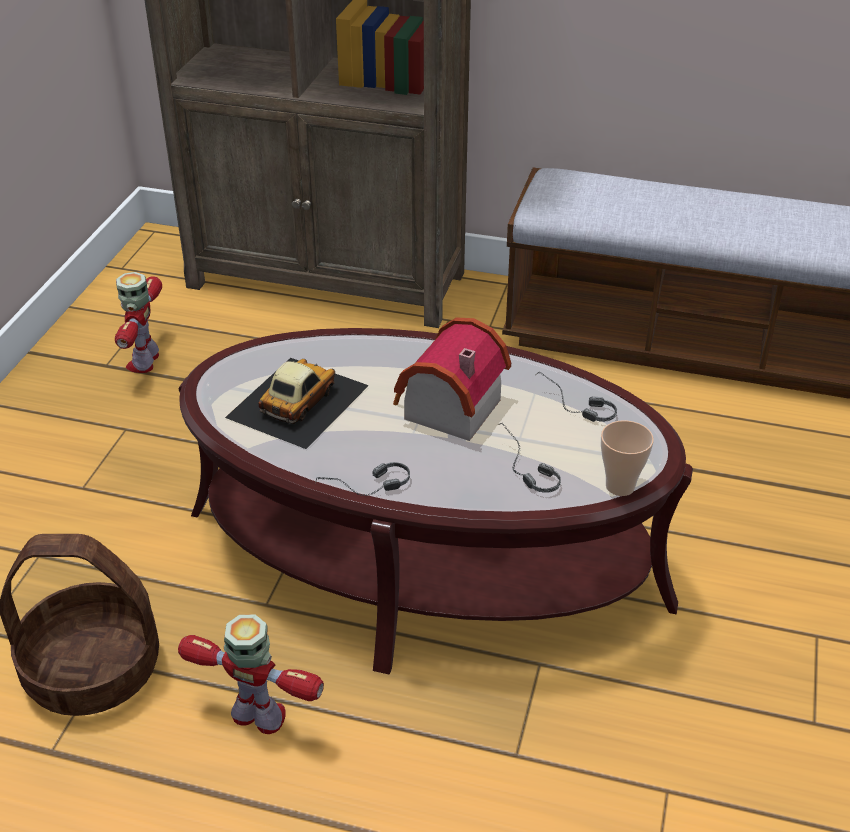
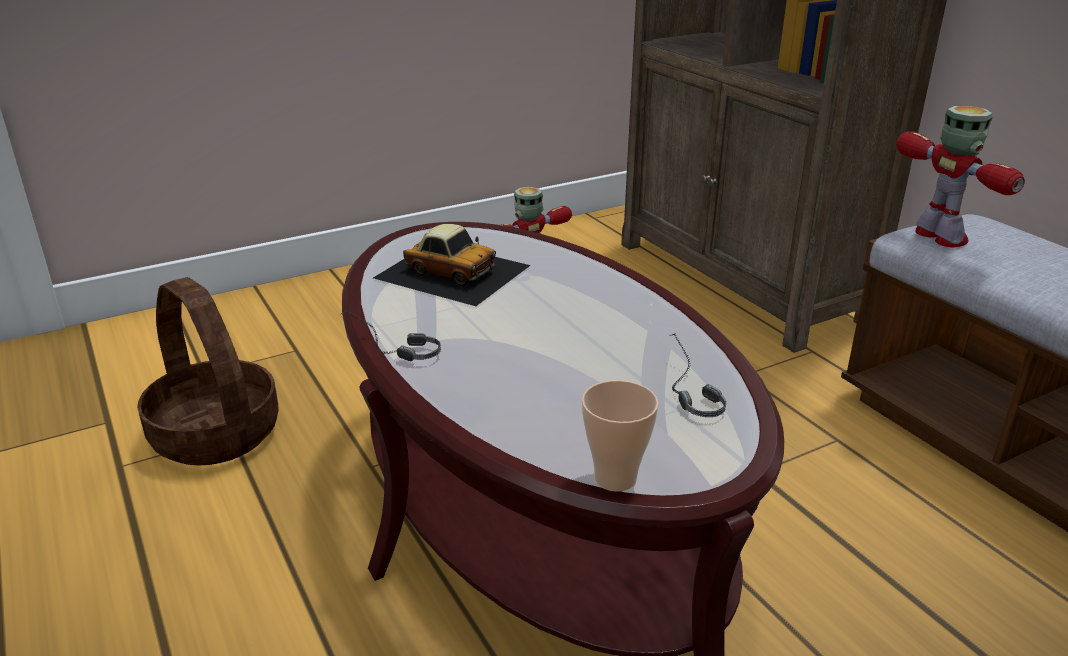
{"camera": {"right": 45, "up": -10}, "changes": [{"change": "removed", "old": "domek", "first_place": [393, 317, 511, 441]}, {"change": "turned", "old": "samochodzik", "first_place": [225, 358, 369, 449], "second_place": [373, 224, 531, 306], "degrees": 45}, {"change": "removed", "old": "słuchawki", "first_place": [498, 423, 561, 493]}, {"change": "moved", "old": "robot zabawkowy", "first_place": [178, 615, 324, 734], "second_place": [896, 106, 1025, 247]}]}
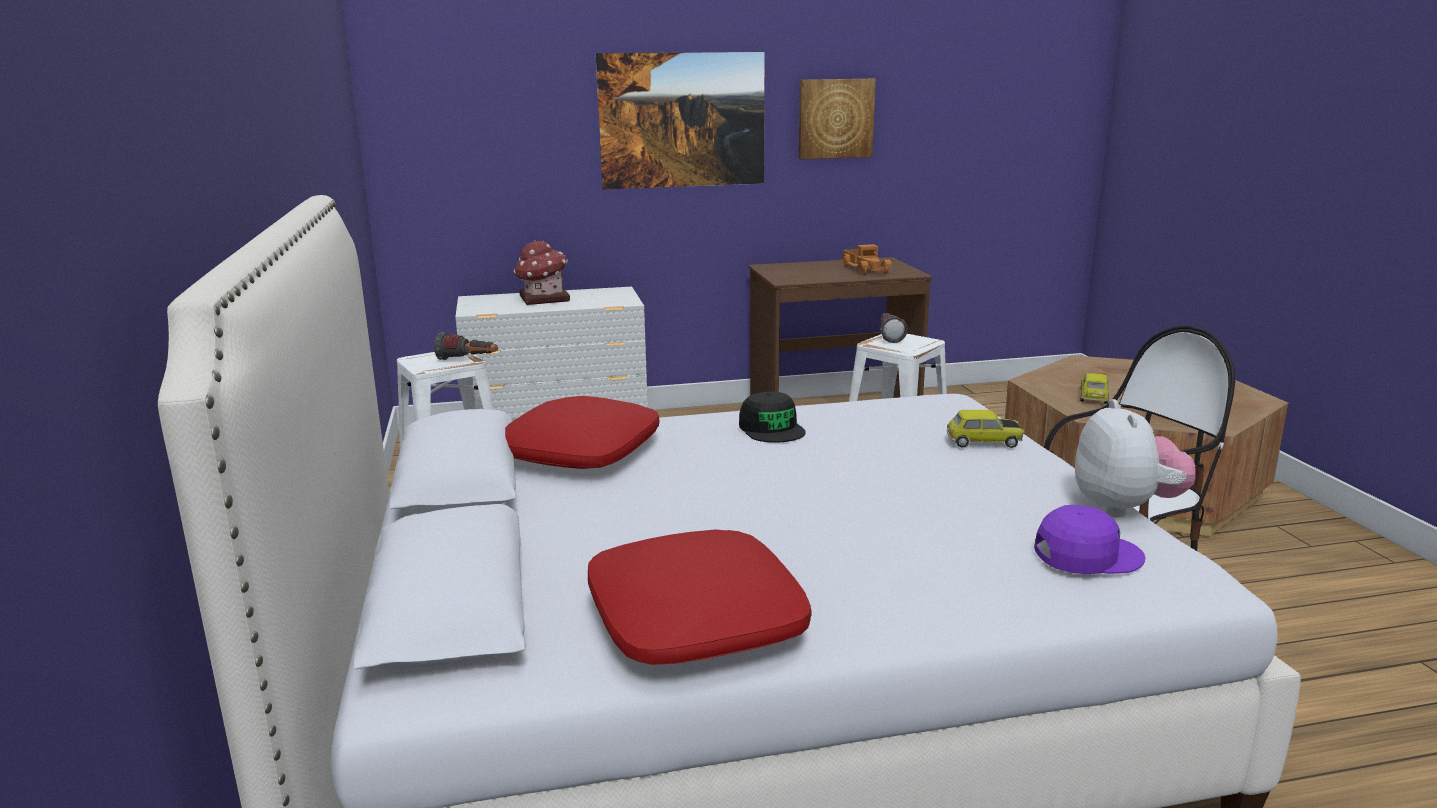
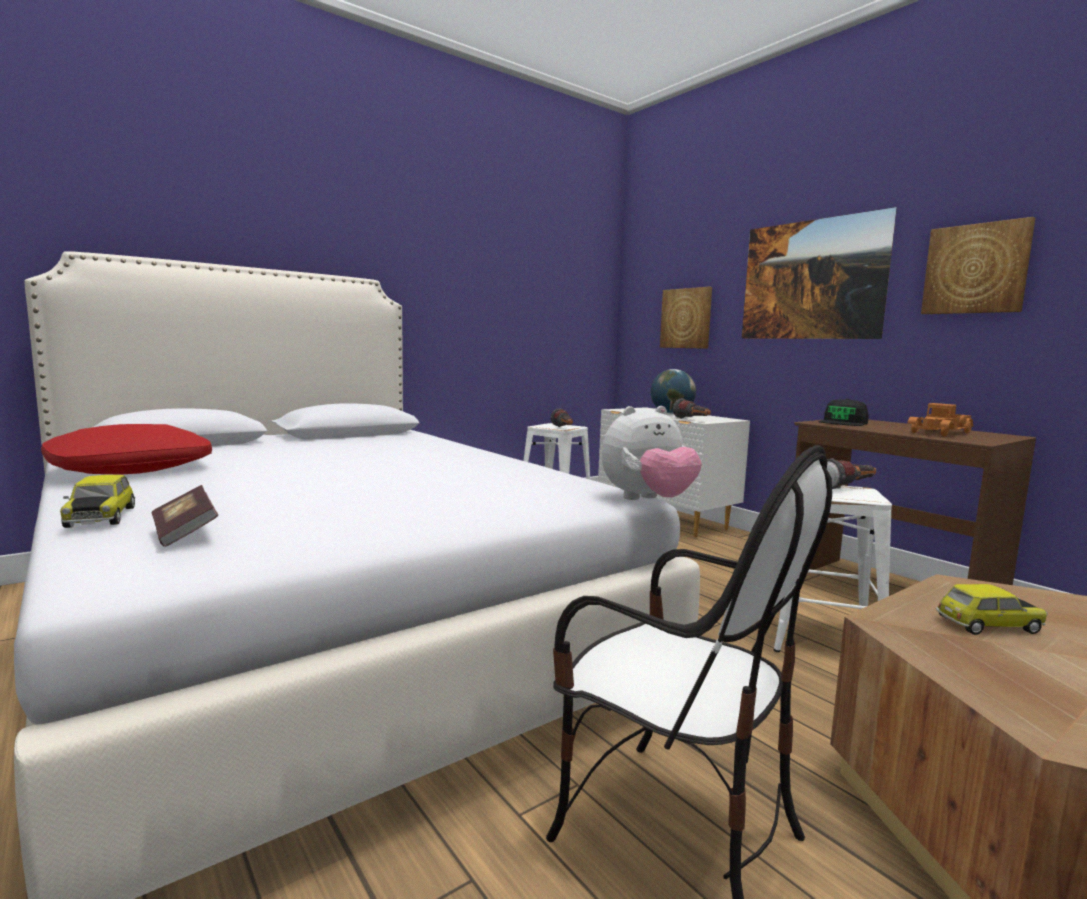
{"camera": {"right": 65, "up": -10}, "changes": [{"change": "replaced", "old": "domek", "new": "globus", "first_place": [513, 240, 570, 305], "second_place": [650, 369, 696, 414]}, {"change": "moved", "old": "czapka z daszkiem (czarny)", "first_place": [739, 392, 806, 443], "second_place": [819, 399, 869, 426]}, {"change": "removed", "old": "poduszka (czerwony)", "first_place": [505, 396, 659, 469]}, {"change": "moved", "old": "pluszak", "first_place": [1075, 399, 1196, 517], "second_place": [602, 406, 702, 500]}, {"change": "moved", "old": "samochodzik", "first_place": [947, 410, 1024, 448], "second_place": [60, 475, 135, 528]}, {"change": "replaced", "old": "czapka z daszkiem (fioletowy)", "new": "książka", "first_place": [1034, 505, 1145, 574], "second_place": [151, 485, 218, 547]}, {"change": "added", "new": "obraz", "second_place": [660, 287, 712, 349]}, {"change": "added", "new": "latarka", "second_place": [673, 398, 711, 419]}]}
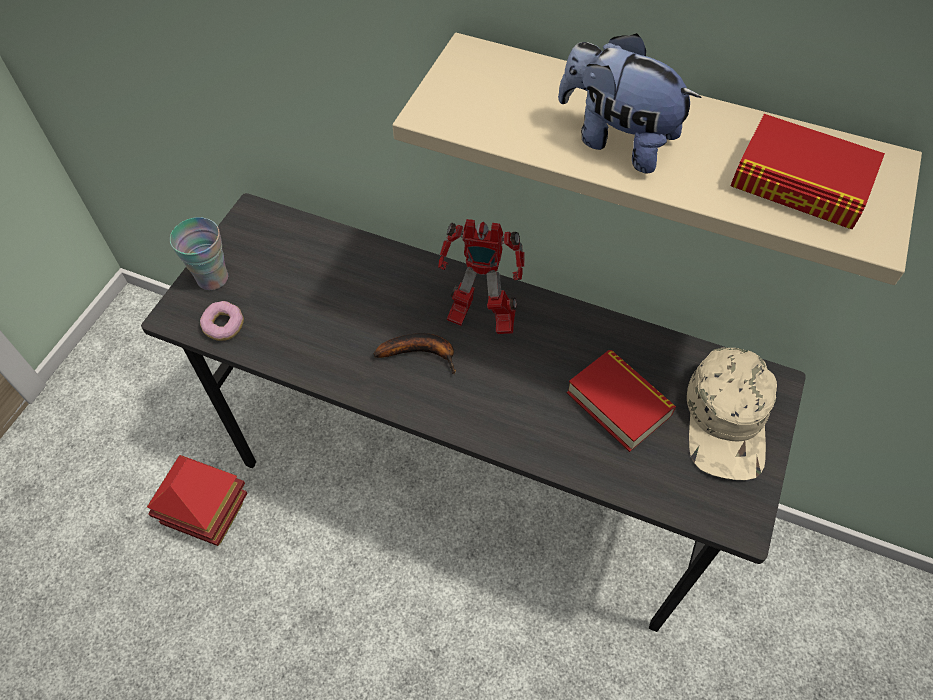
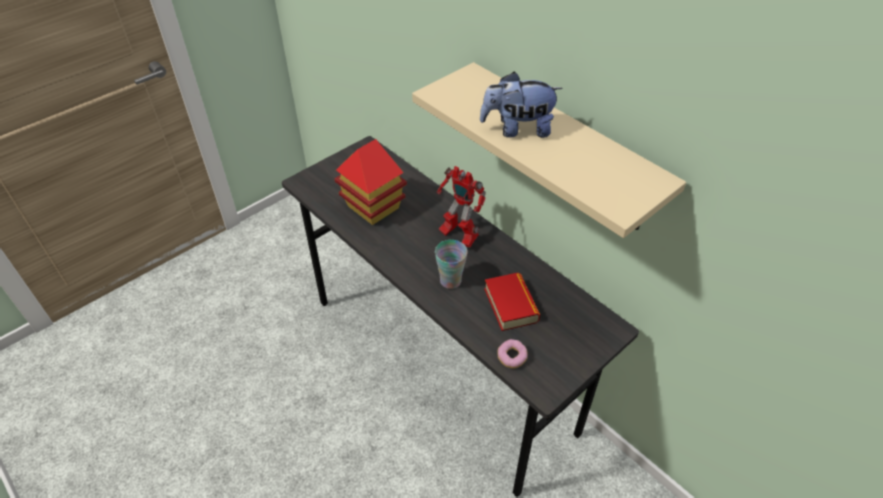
{"camera": {"right": 25, "up": -10}, "changes": [{"change": "turned", "old": "pluszak", "first_place": [558, 33, 701, 174], "second_place": [480, 72, 563, 138], "degrees": -60}, {"change": "removed", "old": "książka", "first_place": [730, 114, 885, 229]}, {"change": "moved", "old": "filiżanka", "first_place": [170, 217, 228, 290], "second_place": [435, 240, 468, 289]}, {"change": "moved", "old": "donut", "first_place": [200, 301, 244, 341], "second_place": [497, 339, 528, 368]}, {"change": "removed", "old": "banan", "first_place": [374, 333, 456, 374]}, {"change": "removed", "old": "czapka z daszkiem (beżowy)", "first_place": [687, 348, 777, 480]}, {"change": "moved", "old": "domek", "first_place": [147, 455, 247, 546], "second_place": [334, 139, 407, 225]}]}
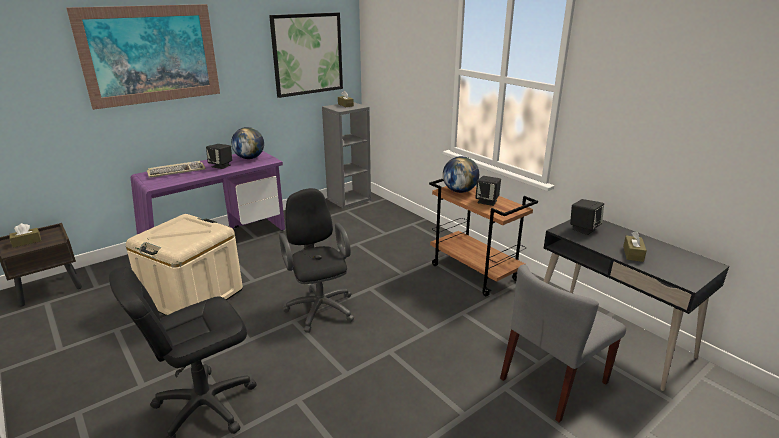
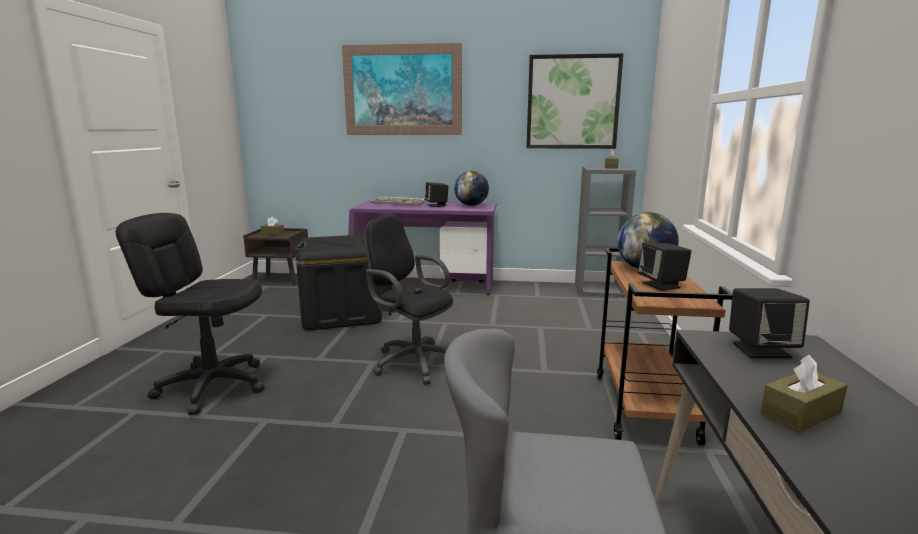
{"camera": {"right": 45, "up": -10}, "changes": [{"change": "turned", "old": "krzesło biurowe (czarny)", "first_place": [279, 188, 354, 333], "second_place": [365, 214, 453, 385], "degrees": -75}, {"change": "recoloured", "old": "pojemnik do przechowywania (beżowy)", "new": "pojemnik do przechowywania (czarny)", "first_place": [126, 214, 243, 315], "second_place": [295, 234, 382, 330]}]}
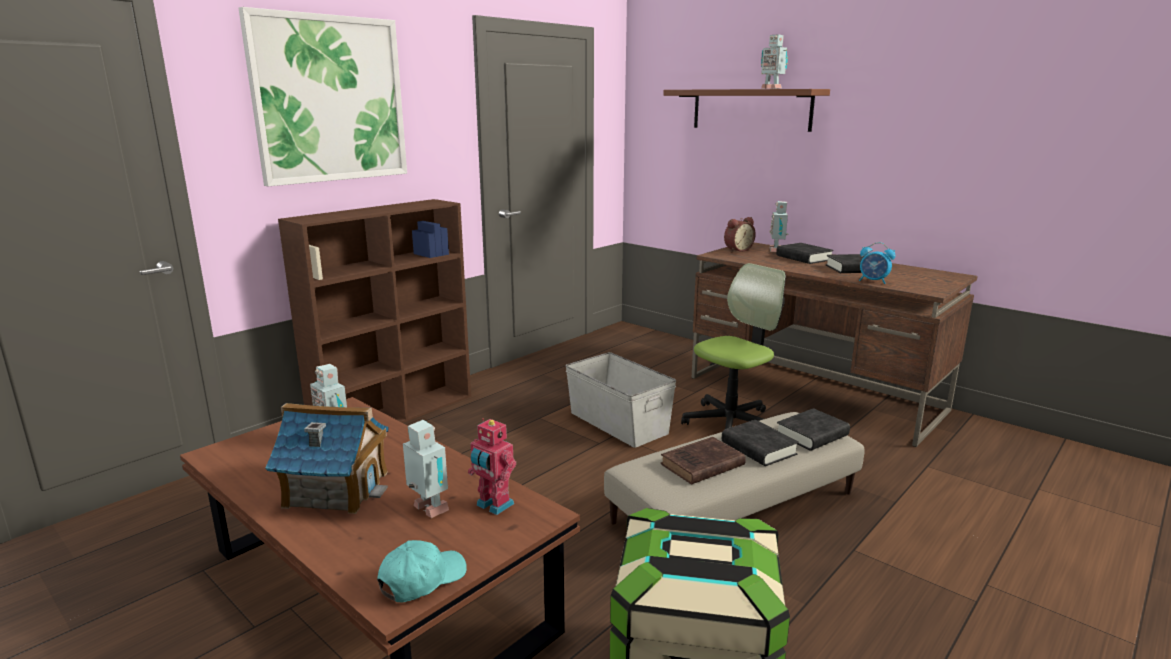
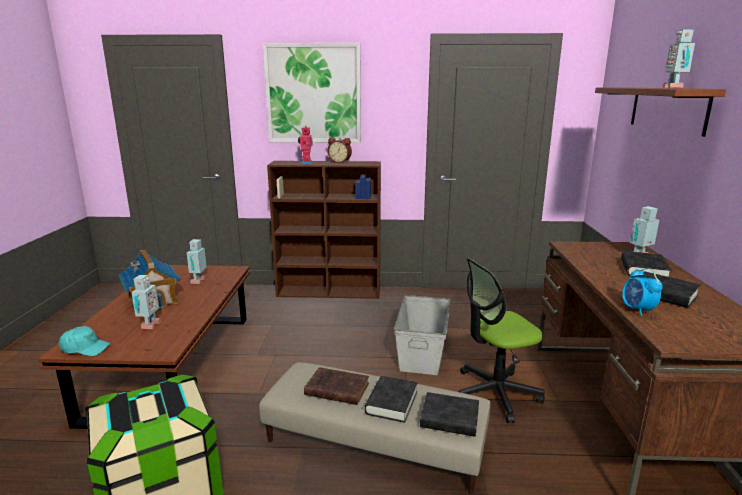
{"camera": {"right": 50, "up": 0}, "changes": [{"change": "moved", "old": "budzik", "first_place": [724, 217, 756, 252], "second_place": [327, 137, 352, 163]}, {"change": "turned", "old": "krzesło biurowe", "first_place": [681, 263, 786, 429], "second_place": [458, 258, 545, 423], "degrees": 150}, {"change": "moved", "old": "robot zabawkowy", "first_place": [468, 418, 516, 515], "second_place": [298, 125, 313, 164]}]}
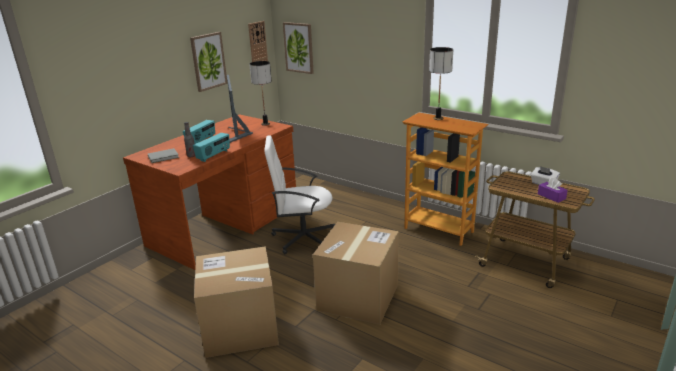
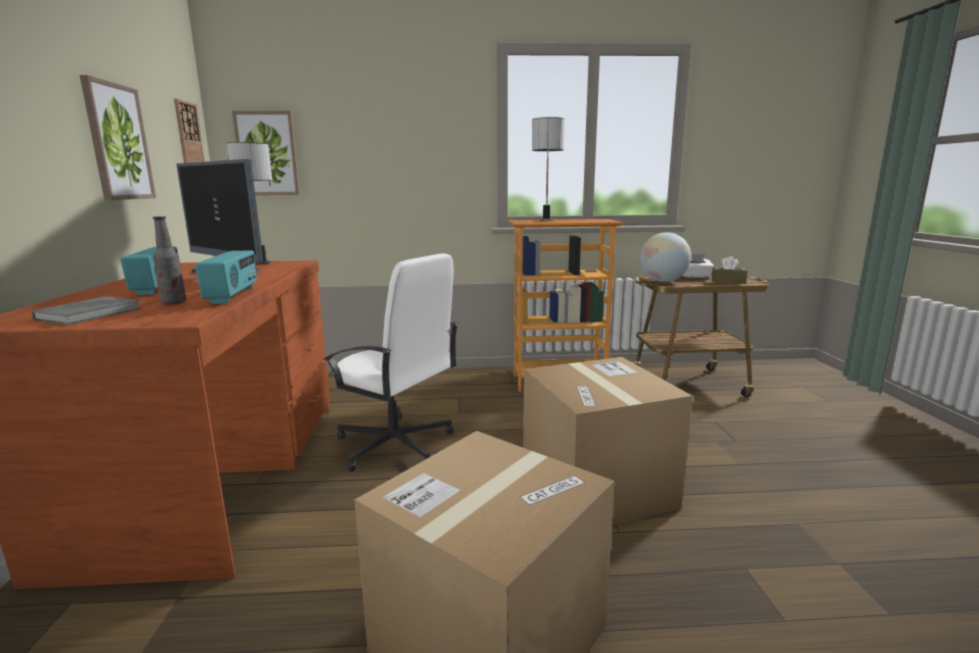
{"camera": {"right": -40, "up": -10}, "changes": [{"change": "turned", "old": "krzesło biurowe (biały)", "first_place": [264, 135, 335, 255], "second_place": [323, 253, 458, 472], "degrees": -105}, {"change": "recoloured", "old": "pudełko chusteczek (fioletowy)", "new": "pudełko chusteczek (brązowy)", "first_place": [538, 178, 568, 203], "second_place": [712, 256, 747, 284]}, {"change": "added", "new": "globus", "second_place": [640, 232, 691, 282]}]}
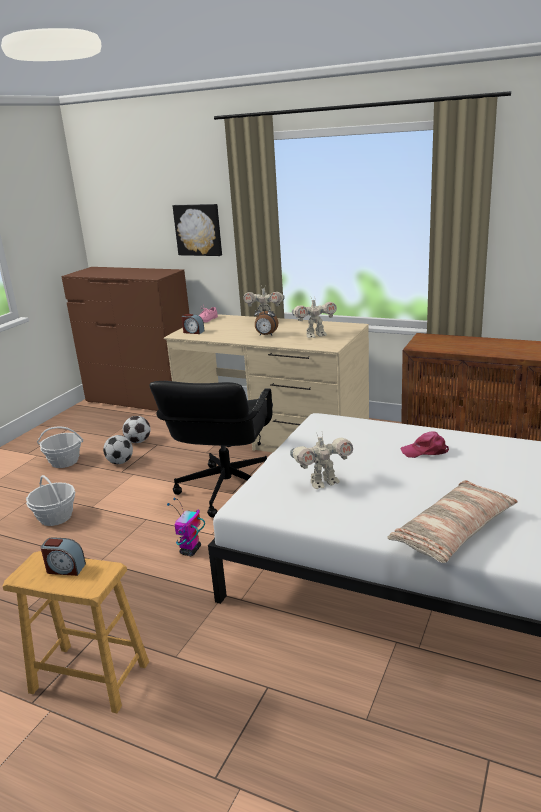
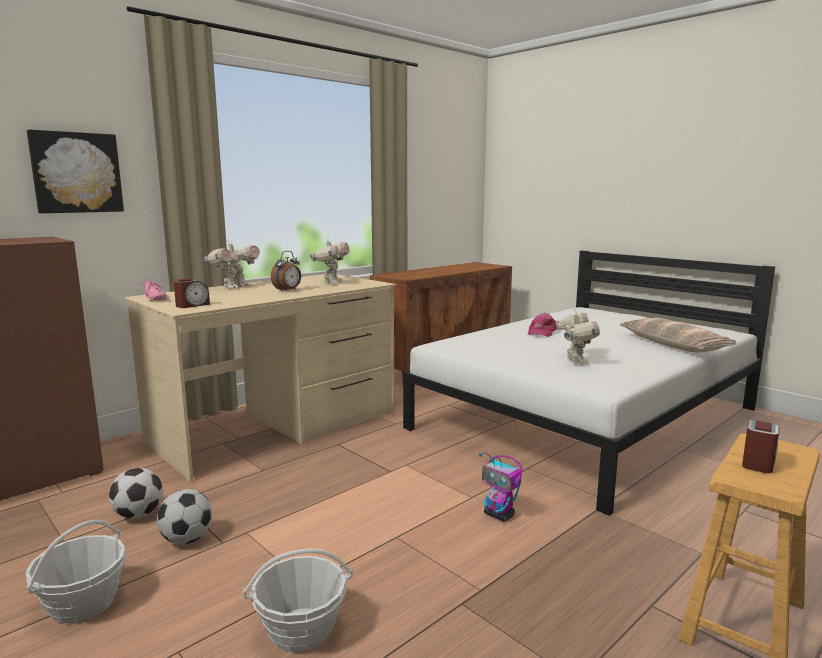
{"camera": {"right": -70, "up": -10}, "changes": [{"change": "removed", "old": "krzesło biurowe (czarny)", "first_place": [149, 381, 273, 518]}]}
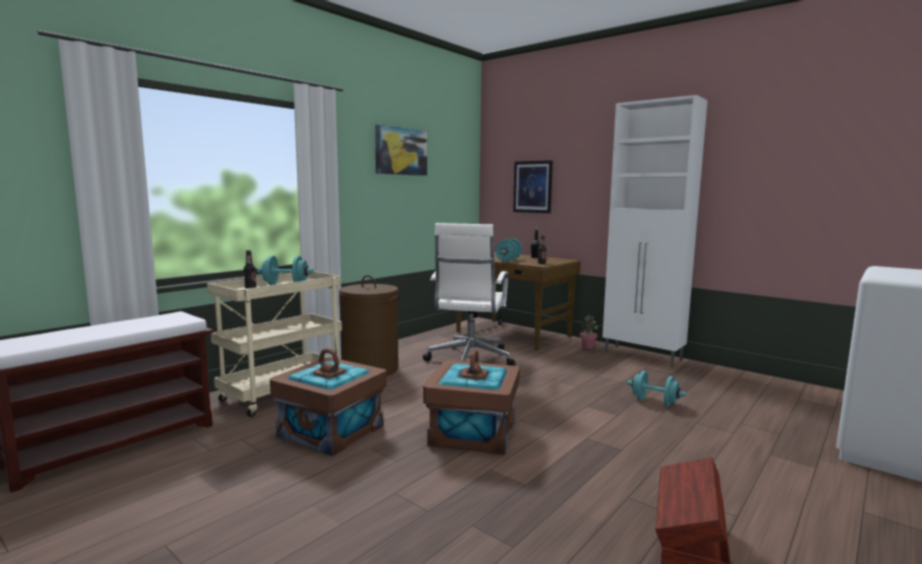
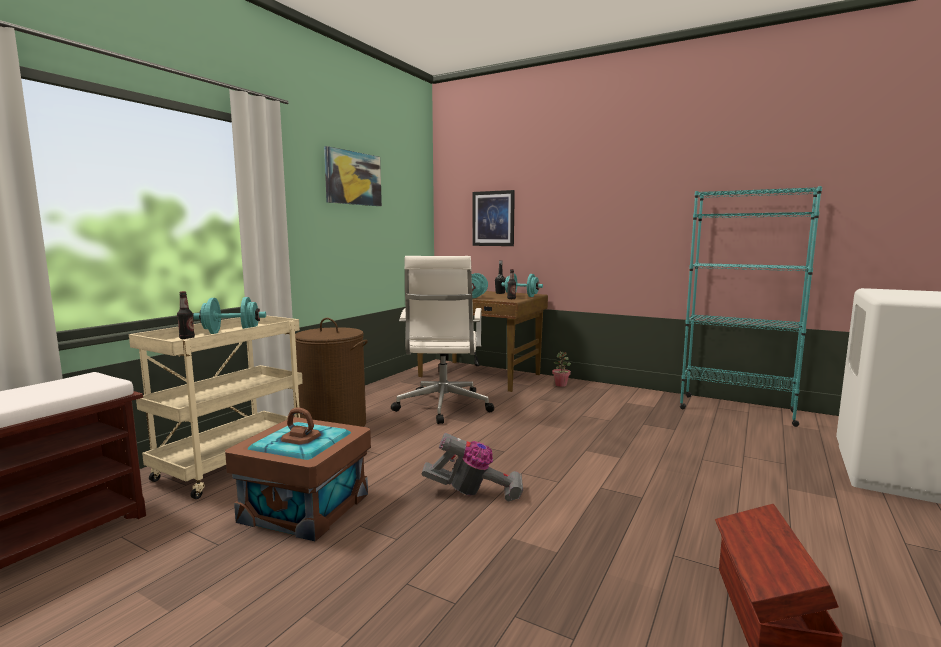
{"camera": {"right": -10, "up": 0}, "changes": [{"change": "removed", "old": "szafka (biały)", "first_place": [603, 95, 708, 367]}, {"change": "replaced", "old": "pojemnik do przechowywania (brązowy)", "new": "odkurzacz", "first_place": [423, 350, 520, 455], "second_place": [422, 433, 523, 501]}, {"change": "moved", "old": "hantel (turkusowy)", "first_place": [627, 371, 686, 407], "second_place": [501, 273, 543, 297]}, {"change": "added", "new": "regał (turkusowy)", "second_place": [680, 186, 822, 427]}]}
